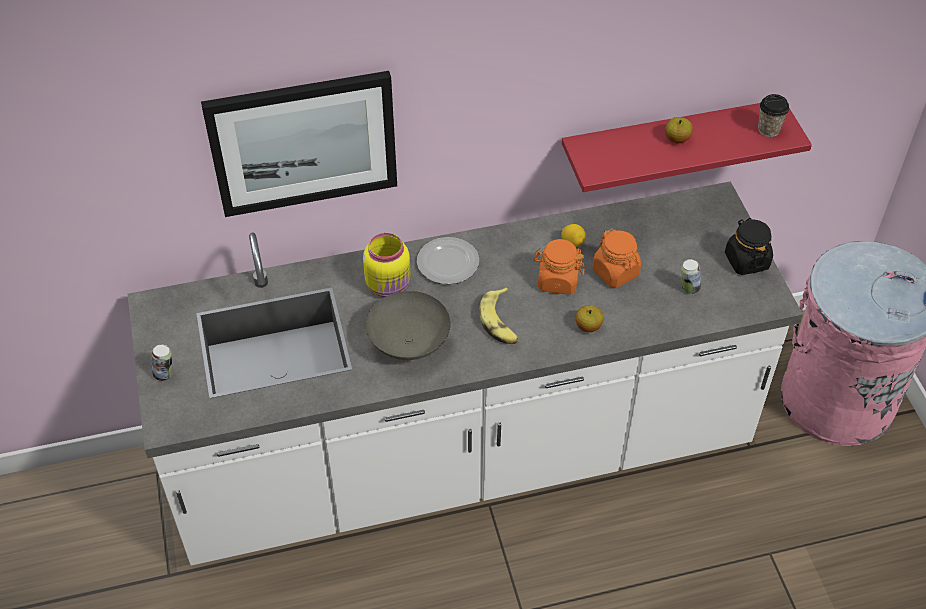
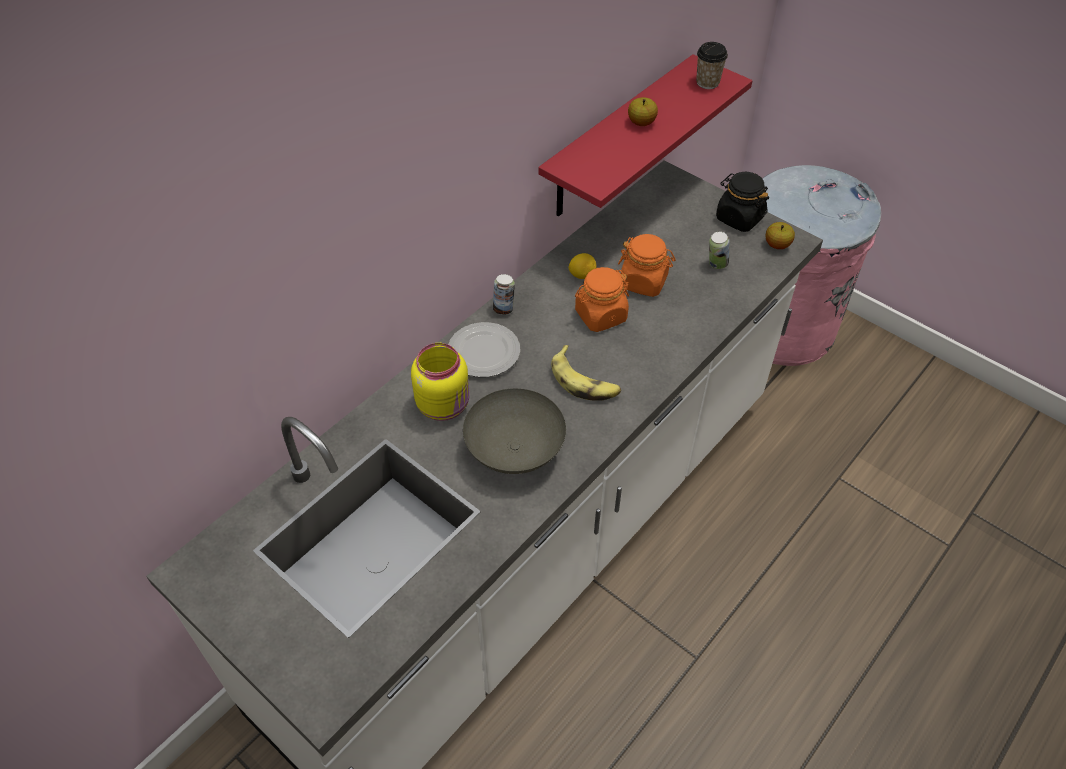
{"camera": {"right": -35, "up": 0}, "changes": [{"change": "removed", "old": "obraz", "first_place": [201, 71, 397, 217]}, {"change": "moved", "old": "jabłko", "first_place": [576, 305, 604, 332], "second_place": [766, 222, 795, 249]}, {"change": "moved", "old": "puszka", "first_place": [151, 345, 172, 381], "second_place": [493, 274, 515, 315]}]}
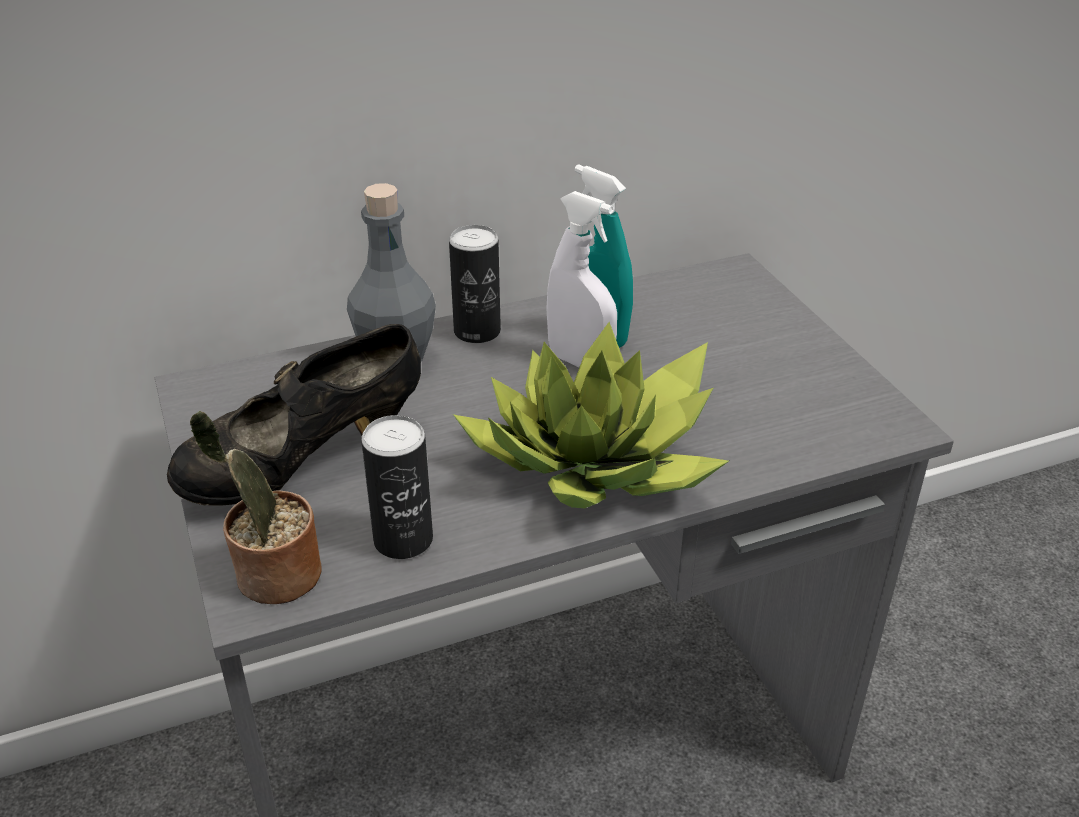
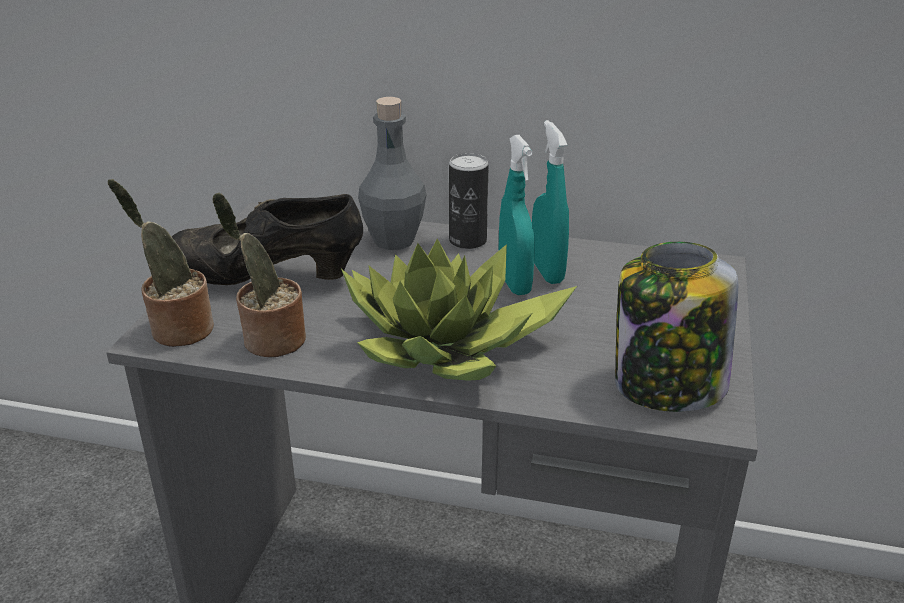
{"camera": {"right": 35, "up": -5}, "changes": [{"change": "recoloured", "old": "spryskiwacz (biały)", "new": "spryskiwacz (turkusowy)", "first_place": [546, 191, 617, 367], "second_place": [499, 135, 535, 295]}, {"change": "replaced", "old": "puszka", "new": "roślina doniczkowa", "first_place": [361, 415, 433, 559], "second_place": [212, 192, 306, 357]}, {"change": "added", "new": "słoik", "second_place": [615, 242, 738, 412]}]}
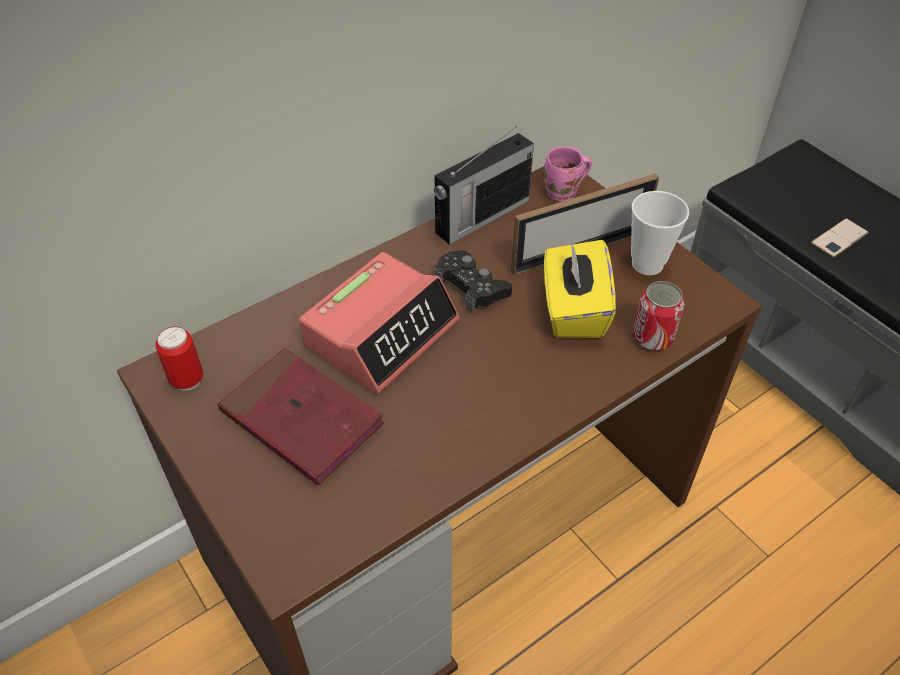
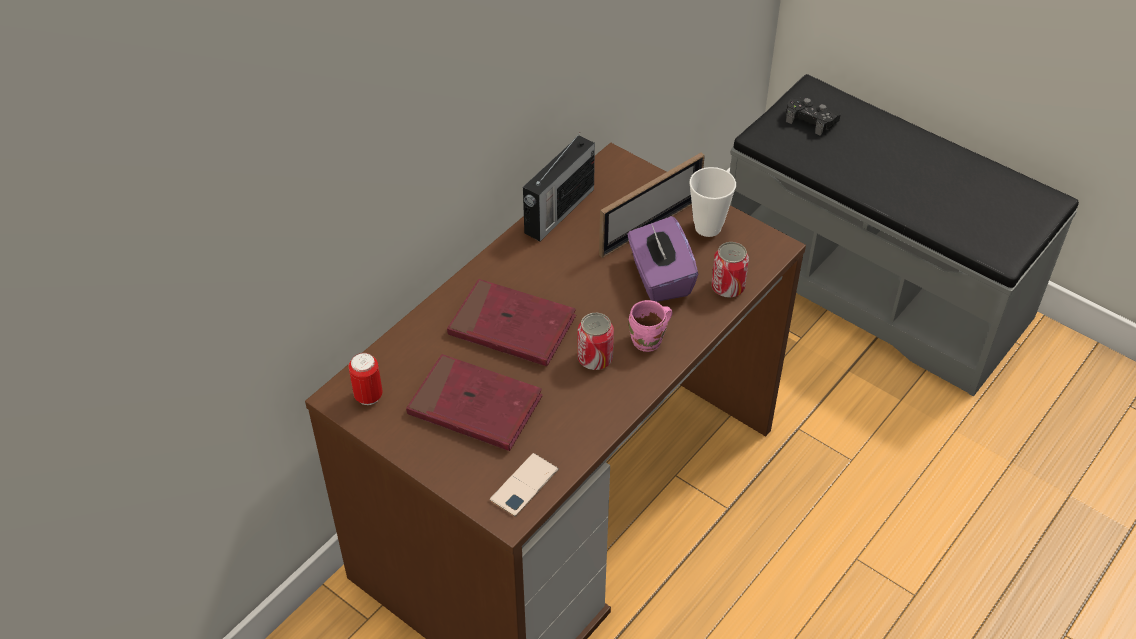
{"camera": {"right": -15, "up": 0}, "changes": [{"change": "moved", "old": "kubek (różowy)", "first_place": [544, 147, 592, 202], "second_place": [628, 300, 672, 352]}, {"change": "moved", "old": "telefon", "first_place": [811, 218, 869, 257], "second_place": [490, 453, 559, 517]}, {"change": "recoloured", "old": "pudełko chusteczek (żółty)", "new": "pudełko chusteczek (fioletowy)", "first_place": [544, 240, 616, 338], "second_place": [627, 216, 698, 302]}, {"change": "moved", "old": "pad do gier (czarny)", "first_place": [434, 250, 512, 313], "second_place": [786, 97, 841, 136]}, {"change": "replaced", "old": "budzik", "new": "książka (czerwony)", "first_place": [299, 252, 460, 394], "second_place": [447, 279, 576, 366]}, {"change": "added", "new": "puszka", "second_place": [577, 313, 614, 370]}]}
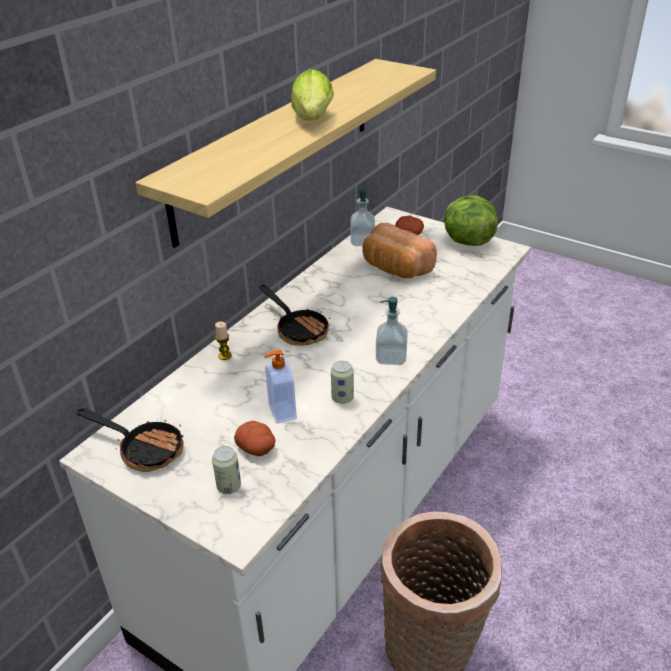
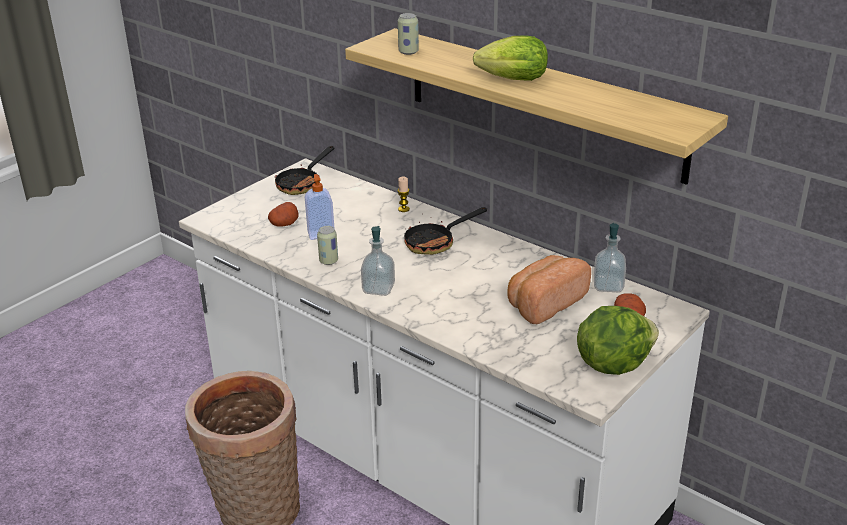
{"camera": {"right": 95, "up": -5}, "changes": [{"change": "moved", "old": "puszka", "first_place": [212, 446, 241, 494], "second_place": [398, 13, 419, 55]}]}
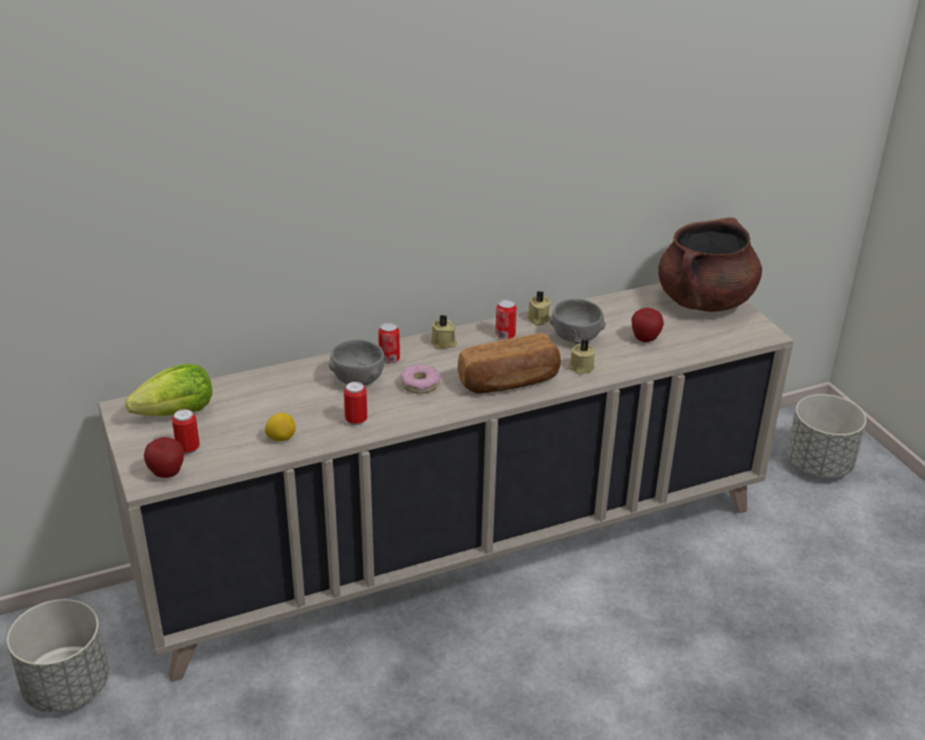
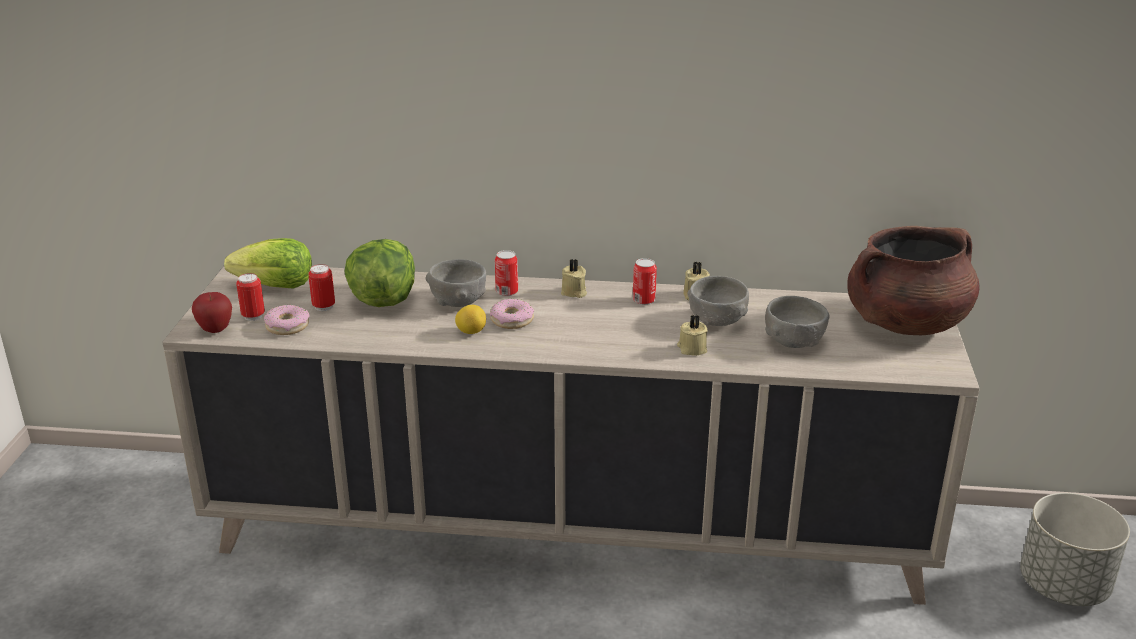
{"camera": {"right": 30, "up": -5}, "changes": [{"change": "replaced", "old": "jabłko", "new": "miska (szary)", "first_place": [632, 308, 664, 342], "second_place": [765, 296, 830, 348]}, {"change": "removed", "old": "chleb", "first_place": [458, 334, 561, 394]}, {"change": "moved", "old": "puszka", "first_place": [344, 381, 367, 426], "second_place": [308, 264, 335, 311]}, {"change": "moved", "old": "cytryna", "first_place": [265, 413, 296, 441], "second_place": [455, 305, 486, 334]}, {"change": "removed", "old": "donica (szary)", "first_place": [7, 599, 109, 712]}, {"change": "added", "new": "sałata", "second_place": [344, 239, 415, 307]}, {"change": "added", "new": "donut", "second_place": [264, 305, 310, 335]}]}
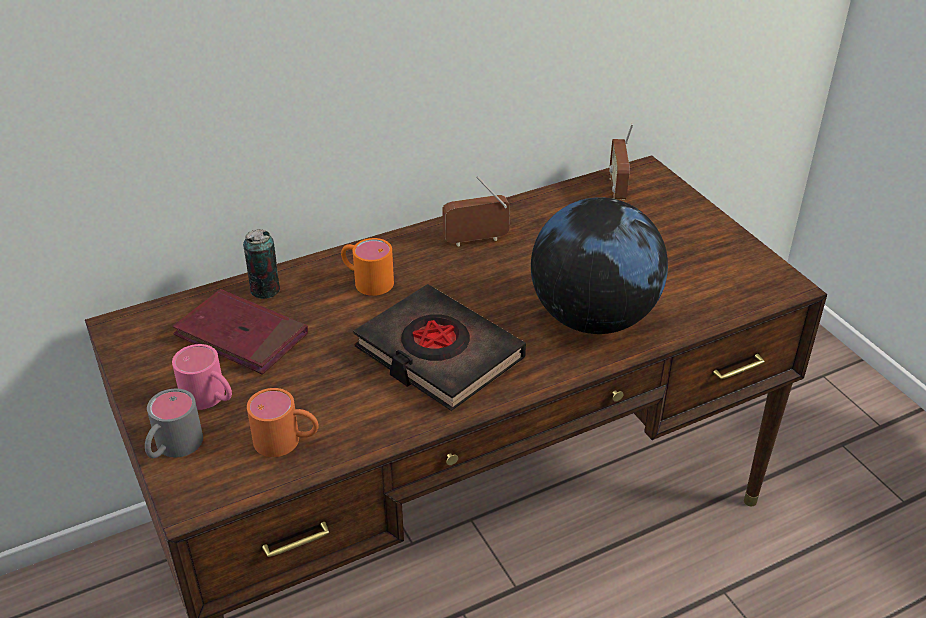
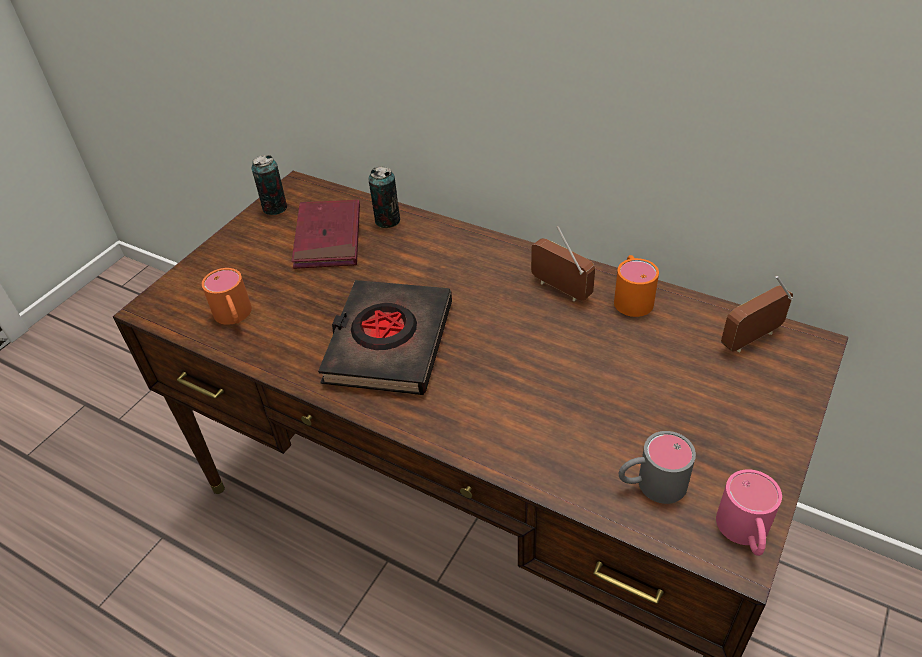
{"camera": {"right": 60, "up": 5}, "changes": [{"change": "removed", "old": "globus", "first_place": [531, 197, 668, 334]}, {"change": "moved", "old": "kubek (pomarańczowy)", "first_place": [341, 238, 394, 296], "second_place": [614, 255, 659, 317]}, {"change": "moved", "old": "kubek (różowy)", "first_place": [172, 344, 232, 410], "second_place": [716, 469, 782, 556]}, {"change": "moved", "old": "kubek (szary)", "first_place": [145, 389, 203, 458], "second_place": [619, 431, 696, 504]}, {"change": "added", "new": "puszka", "second_place": [252, 155, 287, 215]}]}
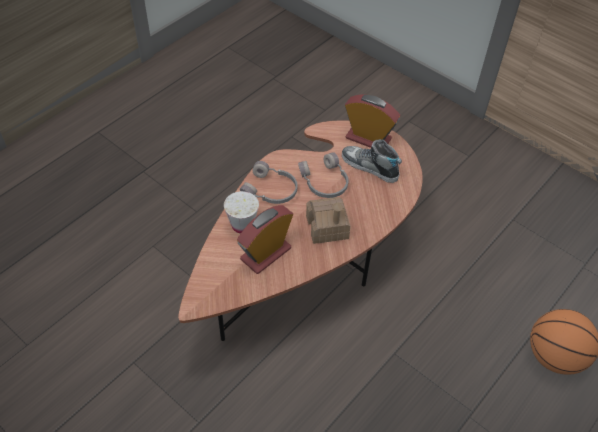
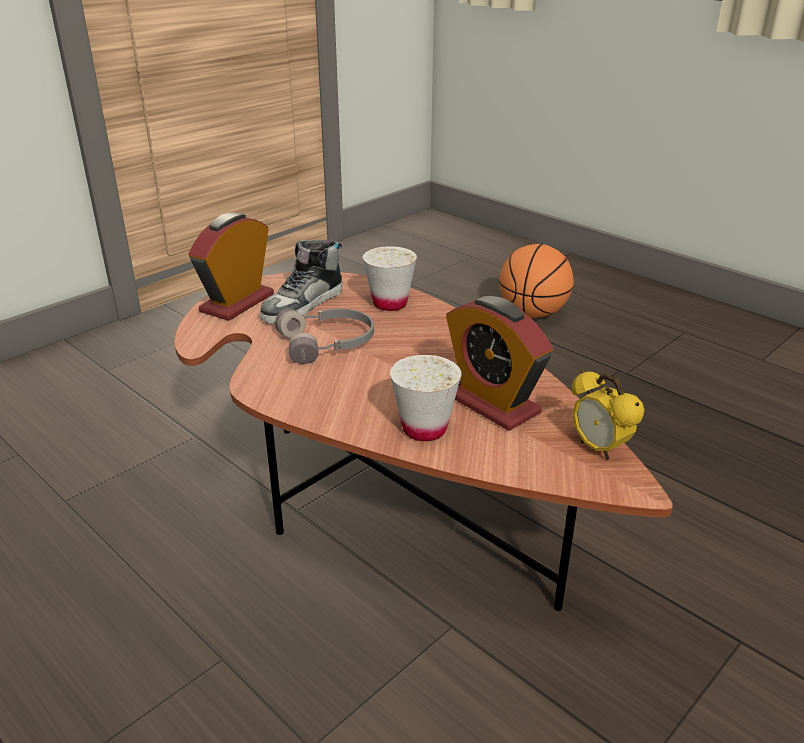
{"camera": {"right": -85, "up": -20}, "changes": [{"change": "removed", "old": "słuchawki (szary)", "first_place": [240, 161, 297, 204]}, {"change": "removed", "old": "domek", "first_place": [306, 197, 350, 244]}, {"change": "added", "new": "filiżanka (biały)", "second_place": [363, 246, 417, 311]}, {"change": "added", "new": "budzik", "second_place": [572, 371, 645, 460]}]}
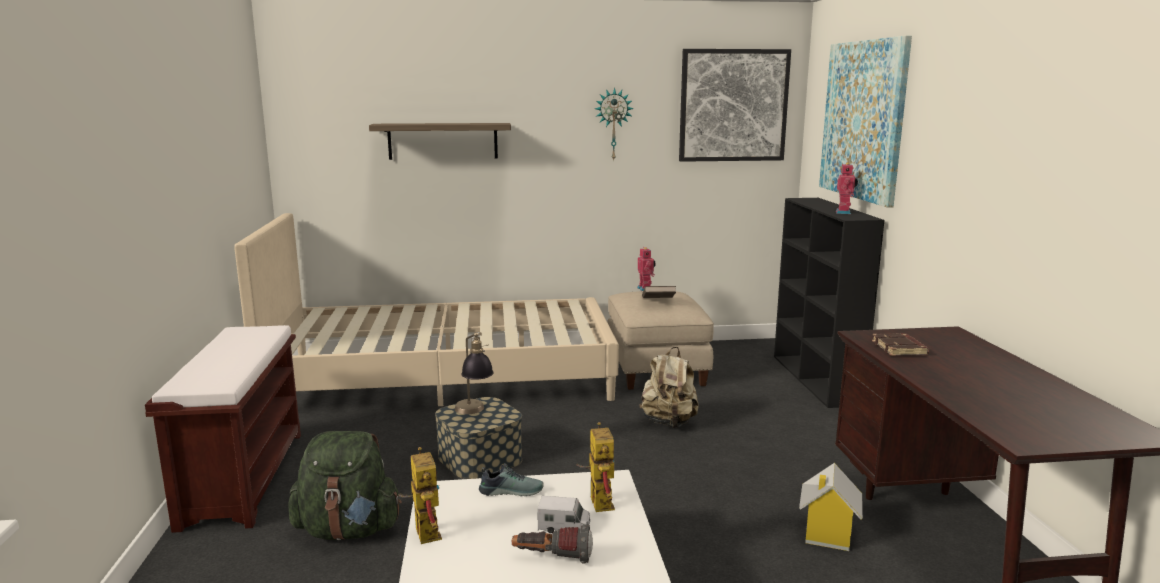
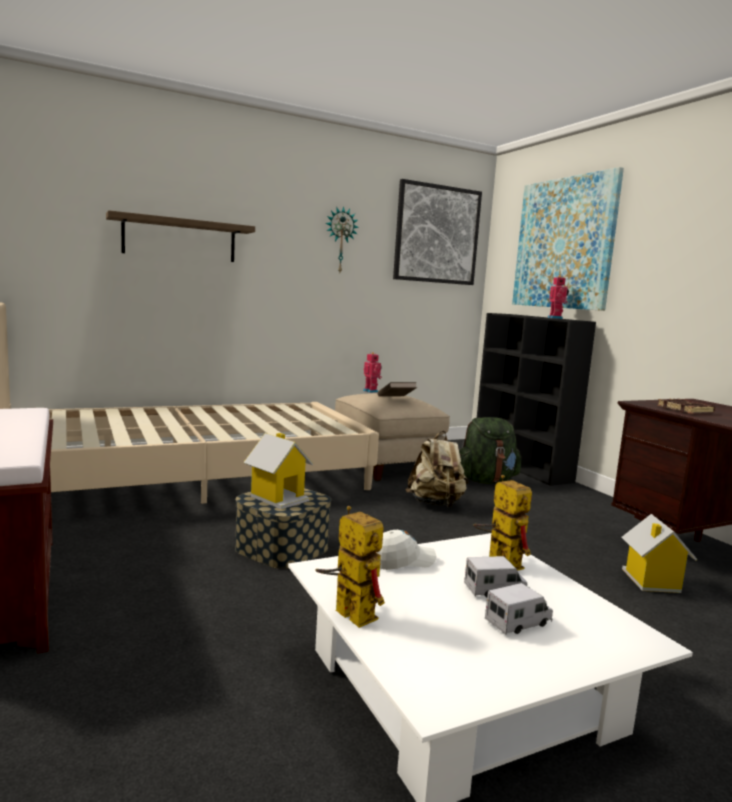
{"camera": {"right": -20, "up": -5}, "changes": [{"change": "replaced", "old": "lampa stołowa", "new": "domek", "first_place": [455, 332, 493, 414], "second_place": [243, 433, 313, 509]}, {"change": "moved", "old": "plecak (zielony)", "first_place": [288, 431, 402, 540], "second_place": [459, 417, 521, 484]}, {"change": "replaced", "old": "but", "new": "czapka z daszkiem (biały)", "first_place": [479, 464, 544, 496], "second_place": [376, 530, 437, 570]}, {"change": "replaced", "old": "latarka", "new": "ciężarówka zabawkowa", "first_place": [512, 524, 593, 563], "second_place": [485, 583, 553, 635]}]}
